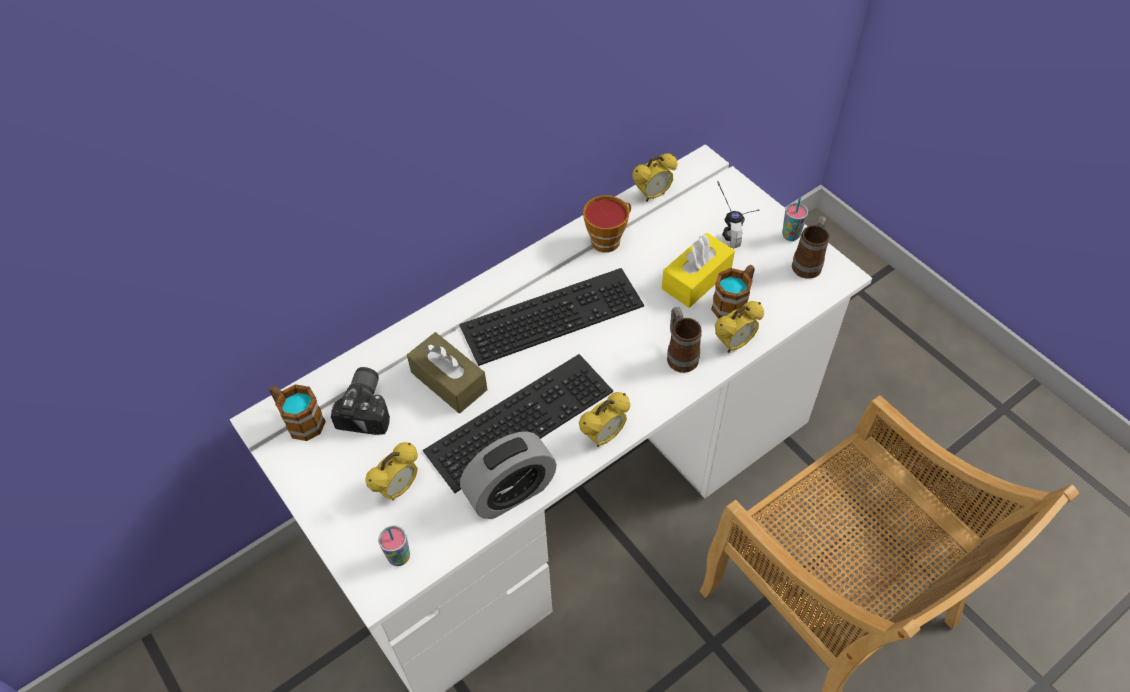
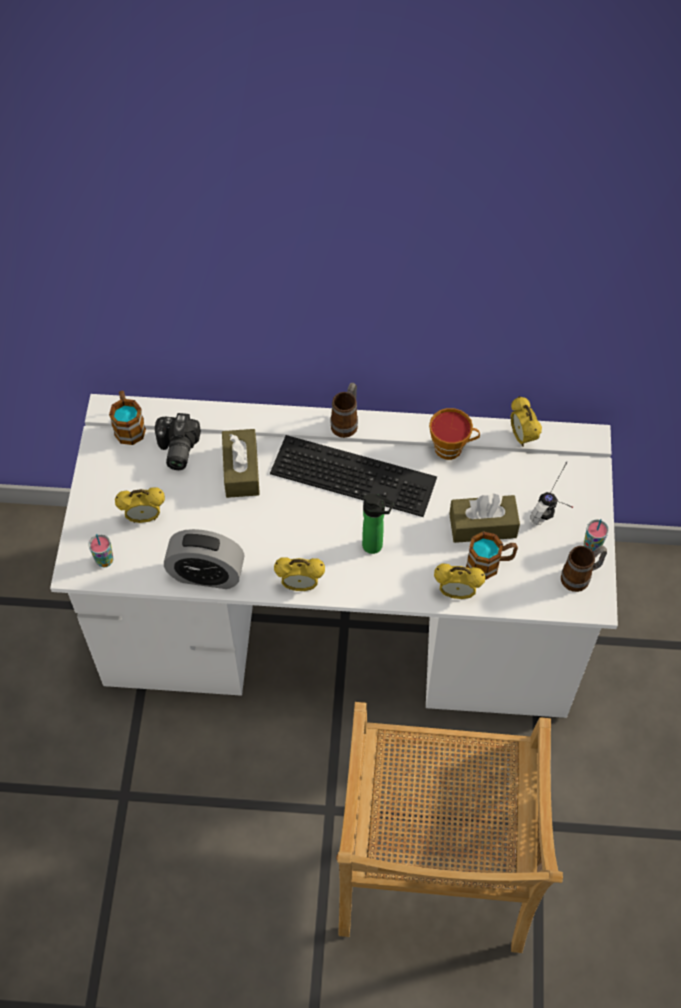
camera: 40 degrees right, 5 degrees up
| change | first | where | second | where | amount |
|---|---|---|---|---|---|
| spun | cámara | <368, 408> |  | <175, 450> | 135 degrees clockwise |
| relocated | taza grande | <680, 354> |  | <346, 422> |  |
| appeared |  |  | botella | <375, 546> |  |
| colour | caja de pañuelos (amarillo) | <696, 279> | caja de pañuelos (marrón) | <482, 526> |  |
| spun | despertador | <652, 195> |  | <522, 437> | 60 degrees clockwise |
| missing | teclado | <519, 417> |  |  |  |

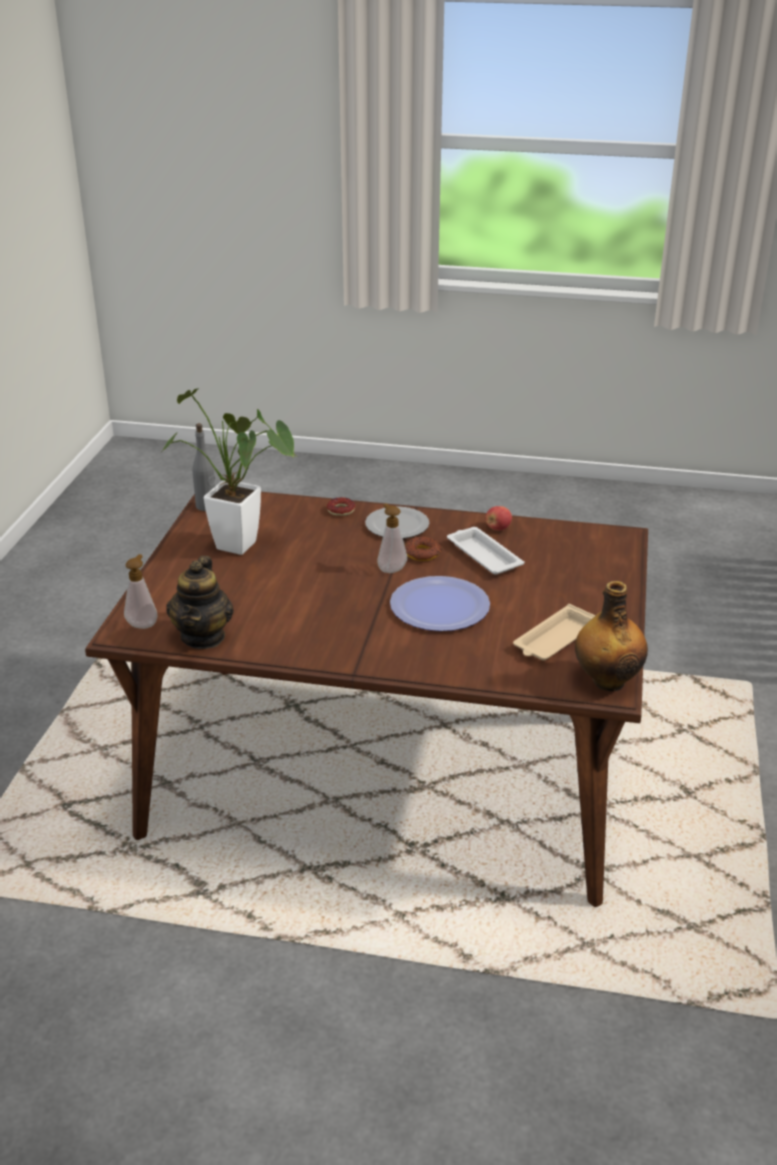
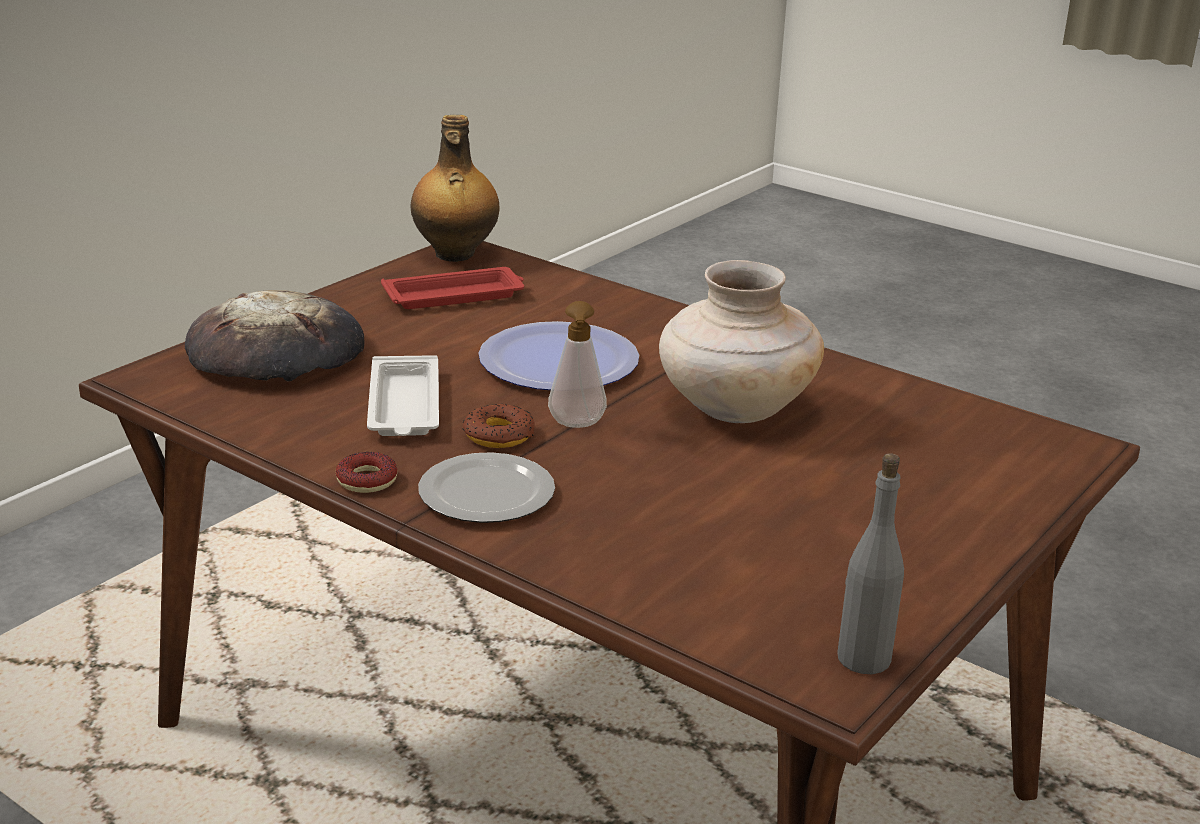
camera: 155 degrees left, 5 degrees down
| change | first | where | second | where | amount |
|---|---|---|---|---|---|
| appeared |  |  | pan | <277, 353> |  |
| relocated | rosquilla | <341, 510> |  | <367, 480> |  |
| colour | bandeja (beis) | <555, 639> | bandeja (rojo) | <456, 296> |  |
| appeared |  |  | florero (beis) | <734, 409> |  |
| missing | dispensador de jabón | <143, 624> |  |  |  |
| missing | planta en maceta | <244, 548> |  |  |  |
| missing | tetera | <203, 636> |  |  |  |
| missing | manzana | <498, 528> |  |  |  |

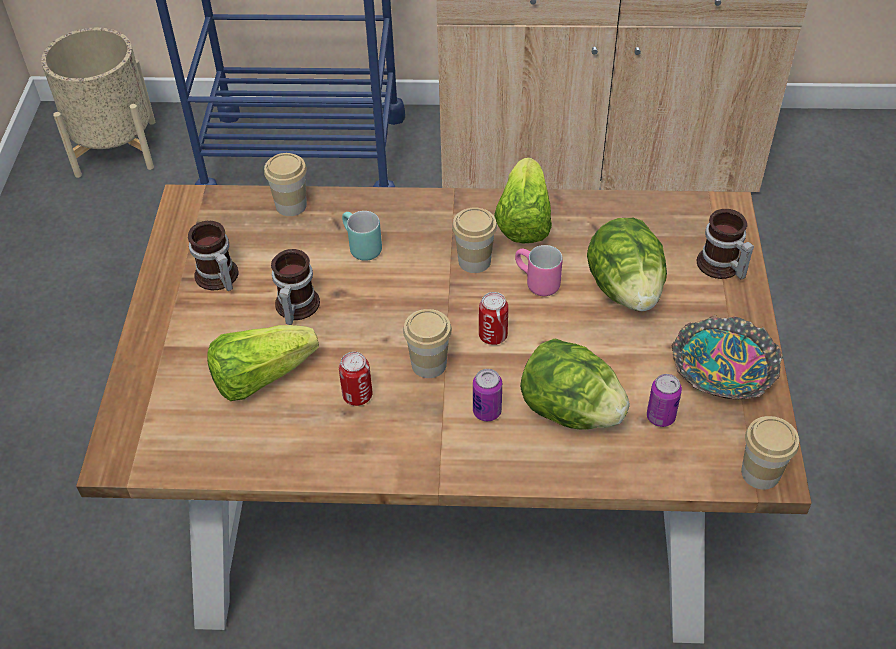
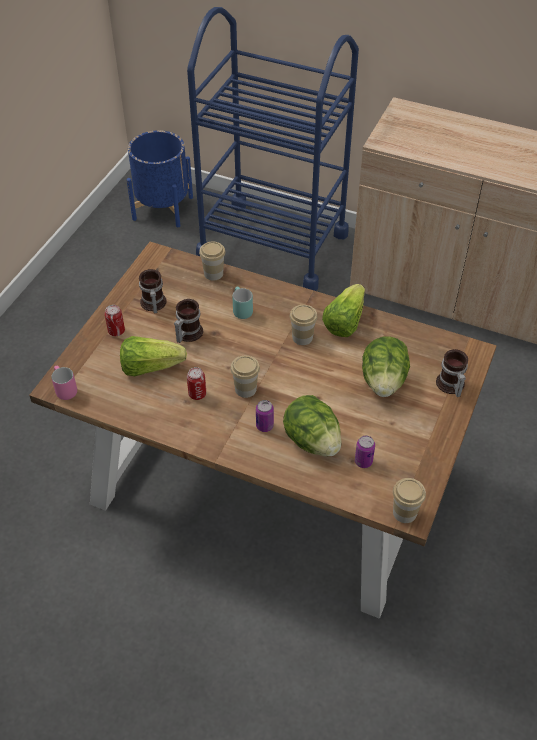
camera: 20 degrees right, 0 degrees up
| change | first | where | second | where | amount |
|---|---|---|---|---|---|
| relocated | taza grande (rosa) | <535, 283> |  | <63, 390> |  |
| relocated | lata | <493, 335> |  | <116, 331> |  |
| colour | maceta (beis) | <116, 148> | maceta (azul) | <163, 208> |  |
| missing | cuenco | <723, 366> |  |  |  |

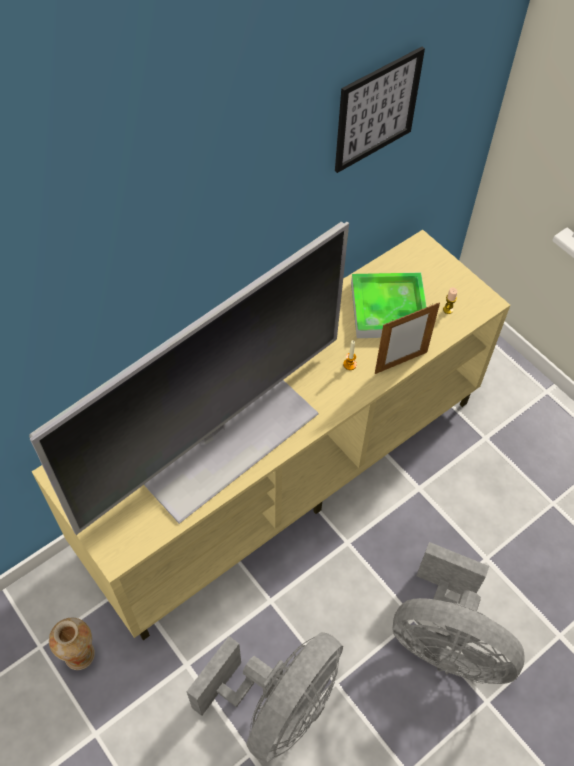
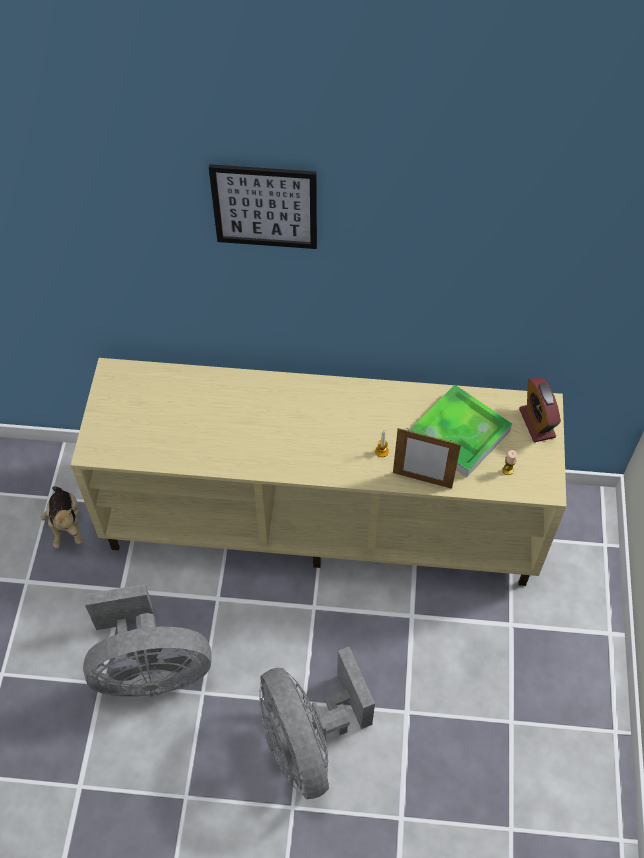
camera: 45 degrees right, 0 degrees up
| change | first | where | second | where | amount |
|---|---|---|---|---|---|
| exchanged | florero | <80, 654> | peluche | <66, 524> |  |
| relocated | cuadro | <377, 110> |  | <265, 206> |  |
| appeared |  |  | despertador | <537, 423> |  |
| missing | televisor | <229, 445> |  |  |  |

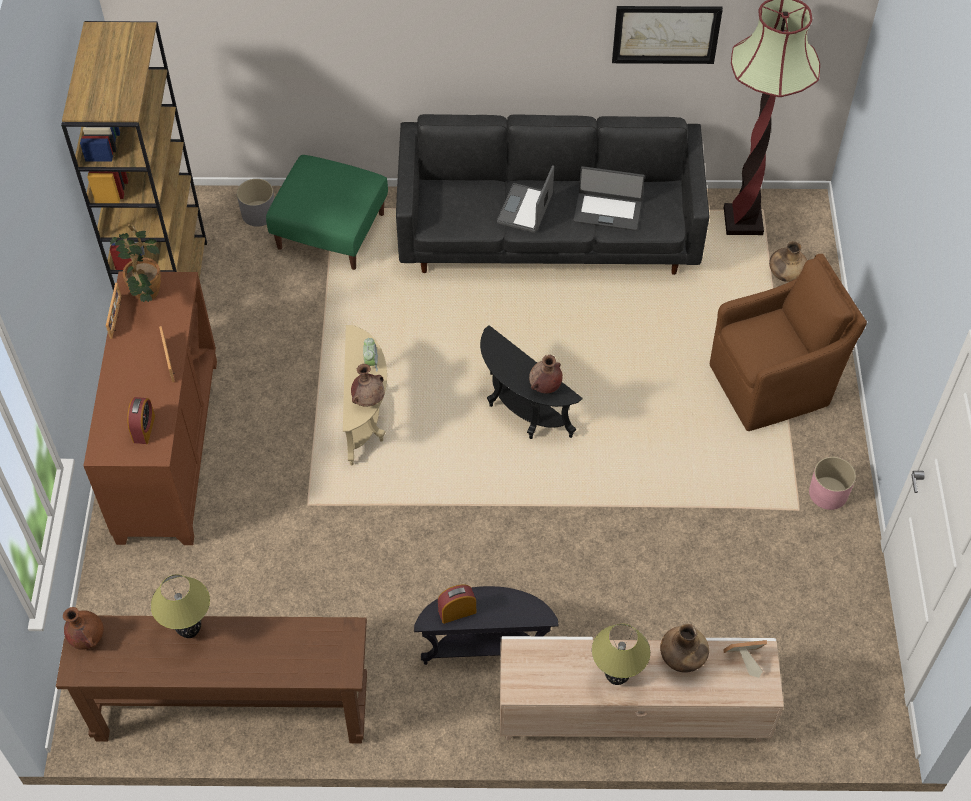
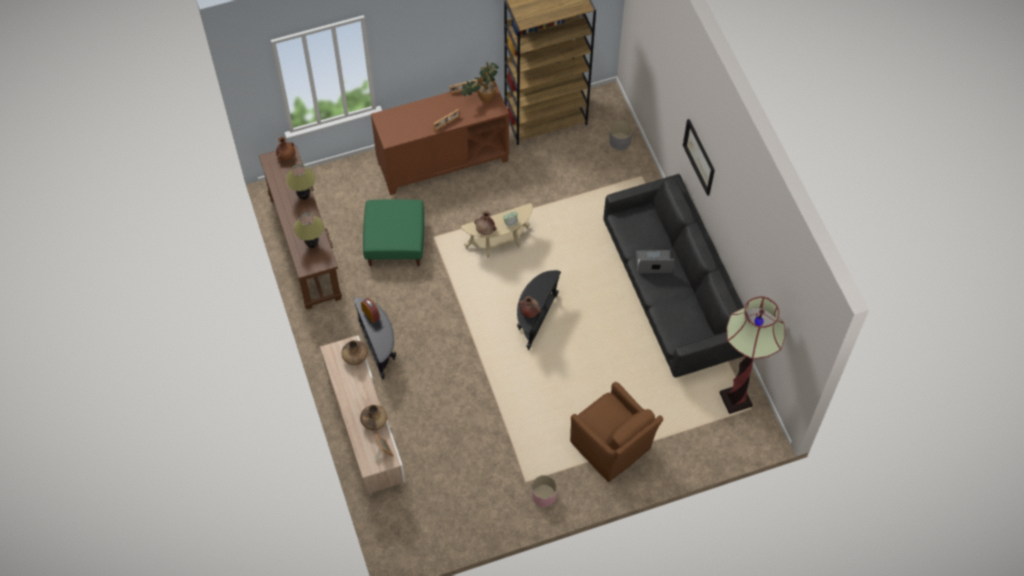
camera: 70 degrees right, 5 degrees up
| change | first | where | second | where | amount |
|---|---|---|---|---|---|
| relocated | lámpara de mesa | <616, 678> |  | <312, 244> |  |
| relocated | florero (marrón) | <785, 274> |  | <355, 357> |  |
| relocated | puf (verde) | <330, 231> |  | <395, 242> |  |
| relocated | cuadro | <666, 33> |  | <699, 157> |  |
| missing | despertador | <144, 429> |  |  |  |
| missing | portátil | <607, 211> |  |  |  |

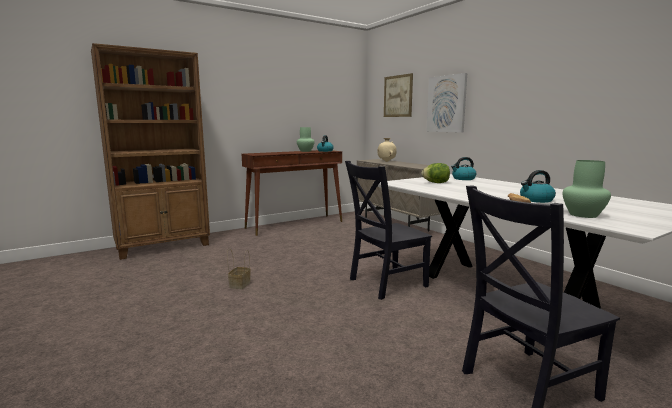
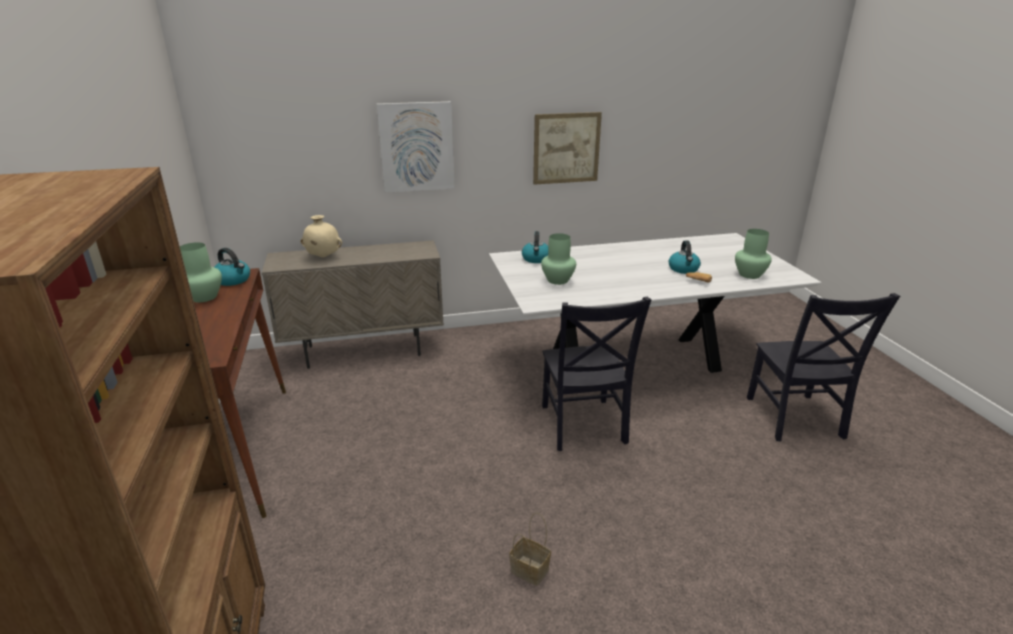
camera: 70 degrees left, 15 degrees up
| change | first | where | second | where | amount |
|---|---|---|---|---|---|
| relocated | cuadro | <398, 96> |  | <566, 148> |  |
| exchanged | lechuga | <436, 183> | florero (verde) | <558, 280> |  |

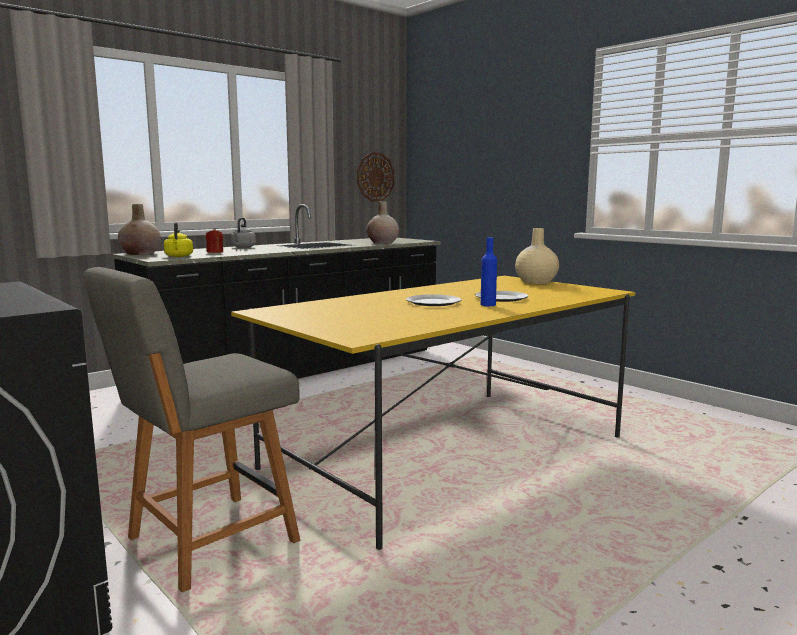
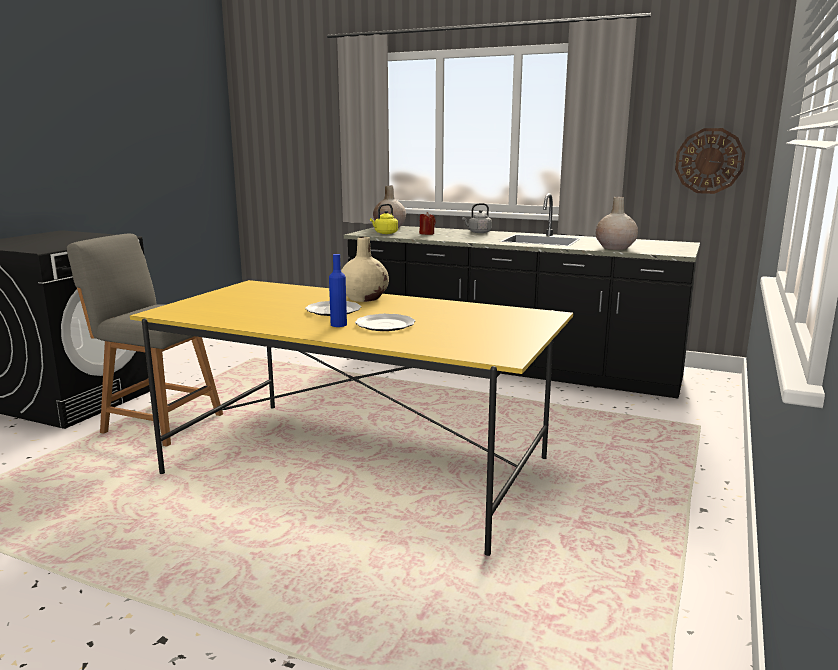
camera: 65 degrees right, 5 degrees up
| change | first | where | second | where | amount |
|---|---|---|---|---|---|
| relocated | florero (beis) | <536, 282> |  | <364, 298> |  |

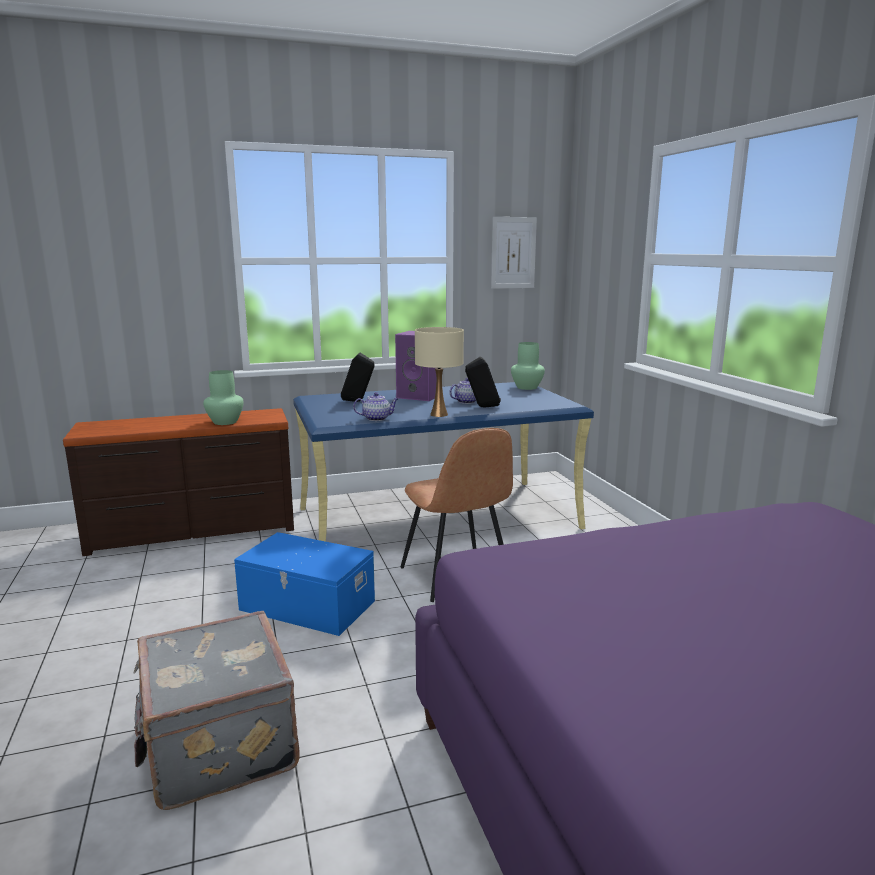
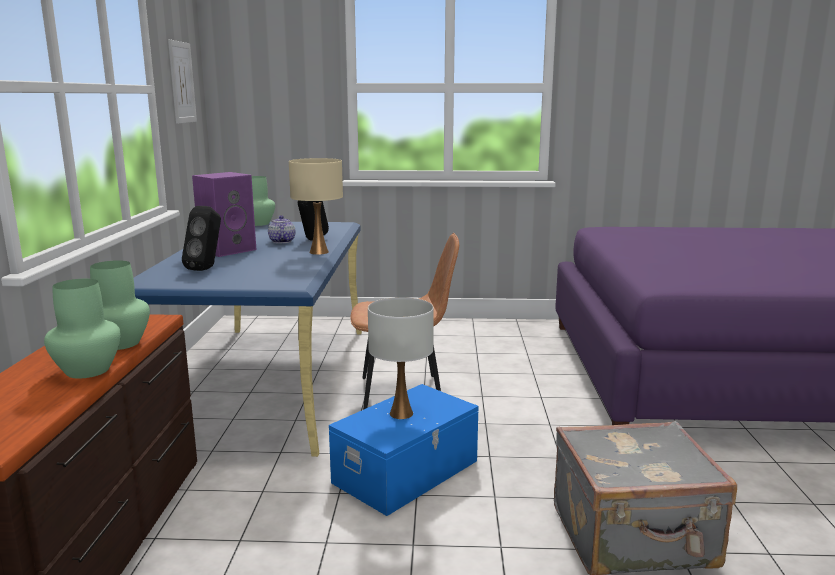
camera: 70 degrees left, 0 degrees up
| change | first | where | second | where | amount |
|---|---|---|---|---|---|
| appeared |  |  | florero (verde) | <88, 371> |  |
| appeared |  |  | lámpara de mesa (blanco) | <401, 413> |  |
| missing | tetera | <377, 418> |  |  |  |

